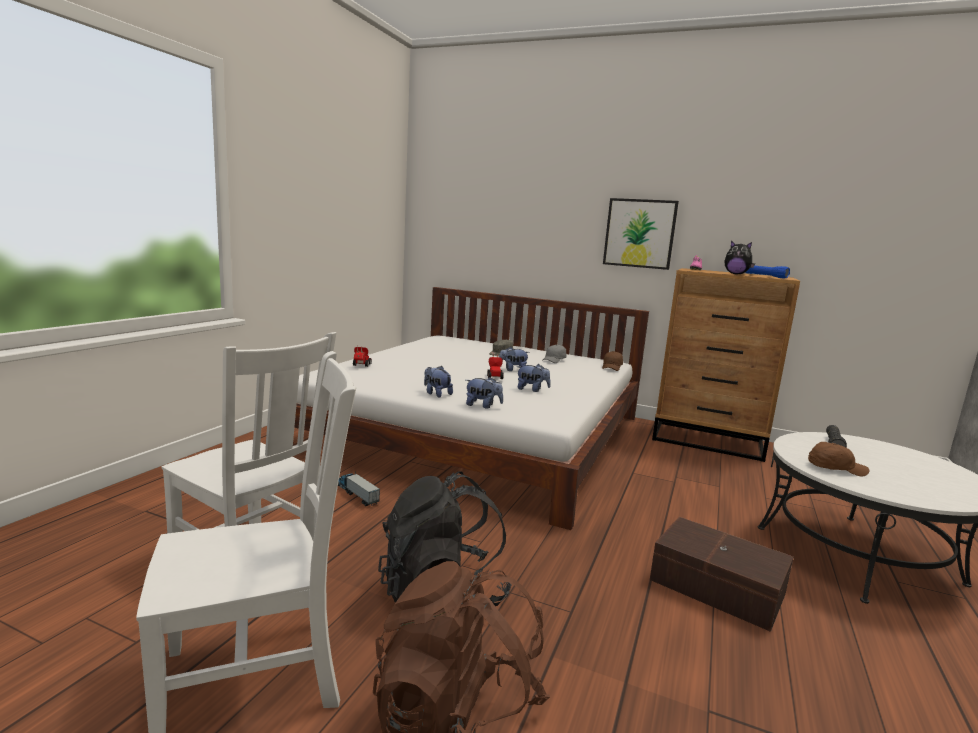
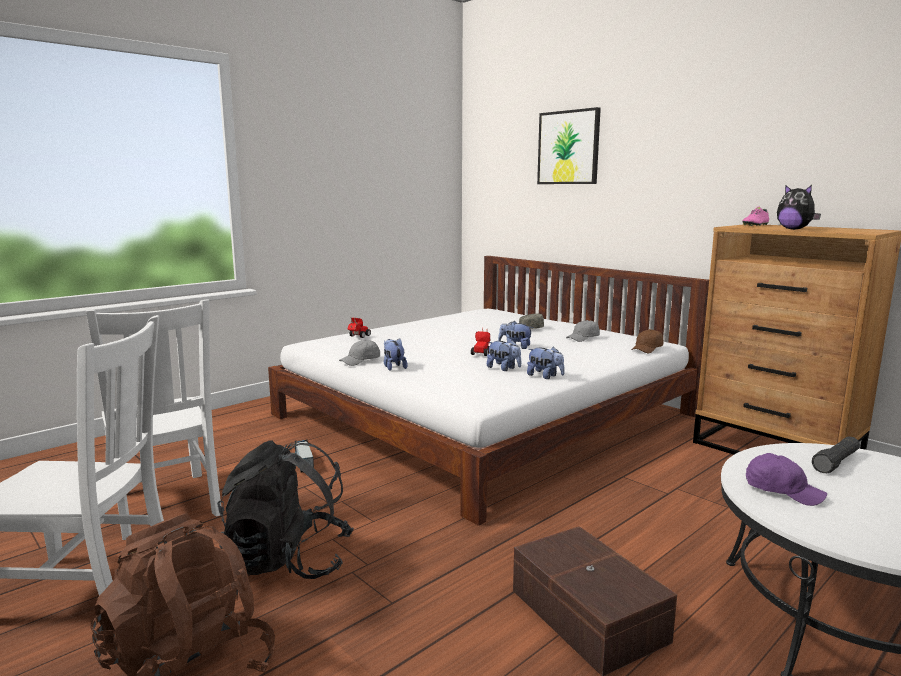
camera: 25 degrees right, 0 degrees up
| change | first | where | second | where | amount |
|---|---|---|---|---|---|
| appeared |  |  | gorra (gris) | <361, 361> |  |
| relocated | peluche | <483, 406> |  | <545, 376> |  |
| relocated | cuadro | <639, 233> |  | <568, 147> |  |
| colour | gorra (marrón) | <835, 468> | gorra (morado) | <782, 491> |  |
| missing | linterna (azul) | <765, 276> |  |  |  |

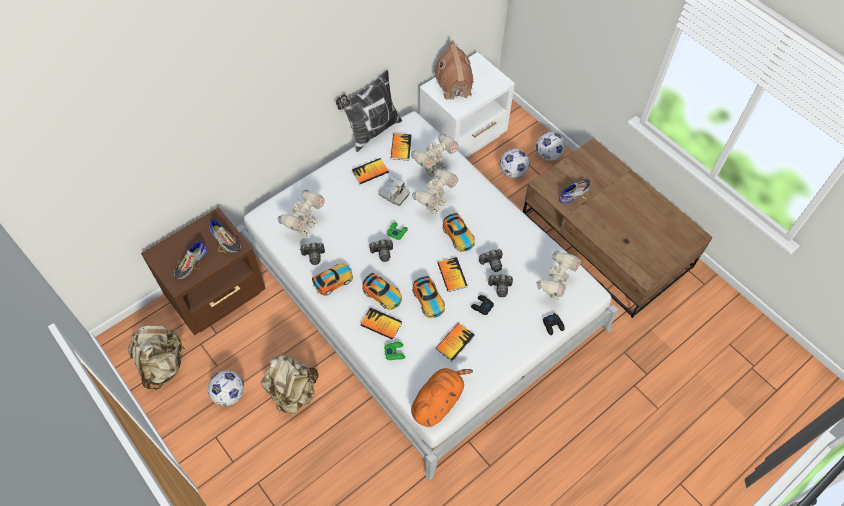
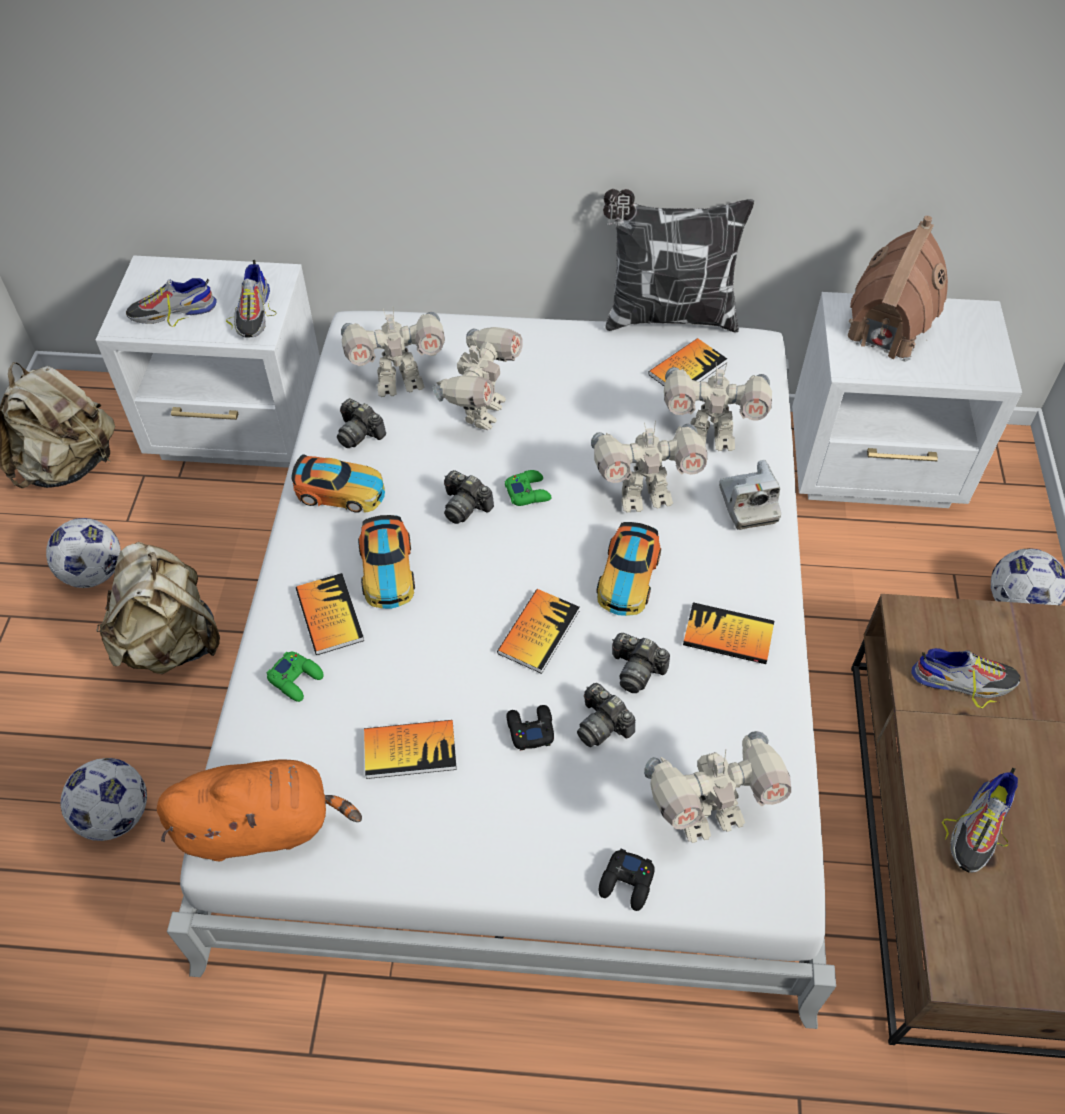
camera: 45 degrees right, 5 degrees down
| change | first | where | second | where | amount |
|---|---|---|---|---|---|
| relocated | balón de fútbol | <512, 172> |  | <115, 815> |  |
| colour | mesita de noche (marrón) | <218, 295> | mesita de noche (blanco) | <241, 429> |  |
| appeared |  |  | robot de juguete | <481, 412> |  |
| relocated | libro | <370, 172> |  | <728, 635> |  |
| relocated | cámara | <394, 195> |  | <747, 504> |  |
| appeared |  |  | zapato | <980, 828> |  |
| missing | coche de juguete | <428, 300> |  |  |  |

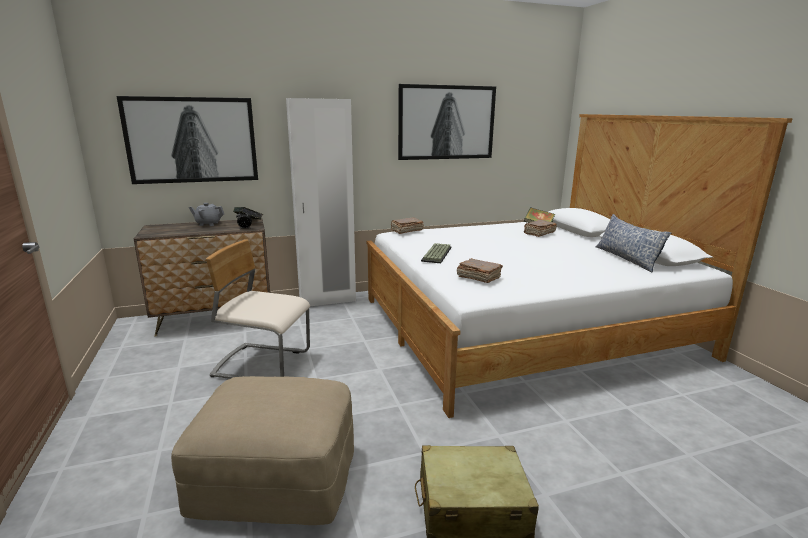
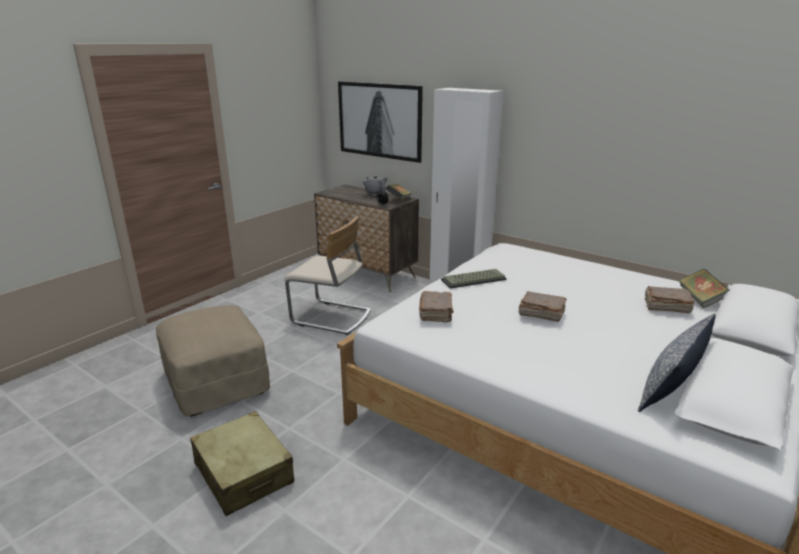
camera: 55 degrees right, 5 degrees up
| change | first | where | second | where | amount |
|---|---|---|---|---|---|
| spun | silla (beis) | <262, 364> |  | <331, 317> | 135 degrees clockwise |
| relocated | libro (marrón) | <406, 231> |  | <540, 314> |  |
| missing | cuadro | <447, 122> |  |  |  |

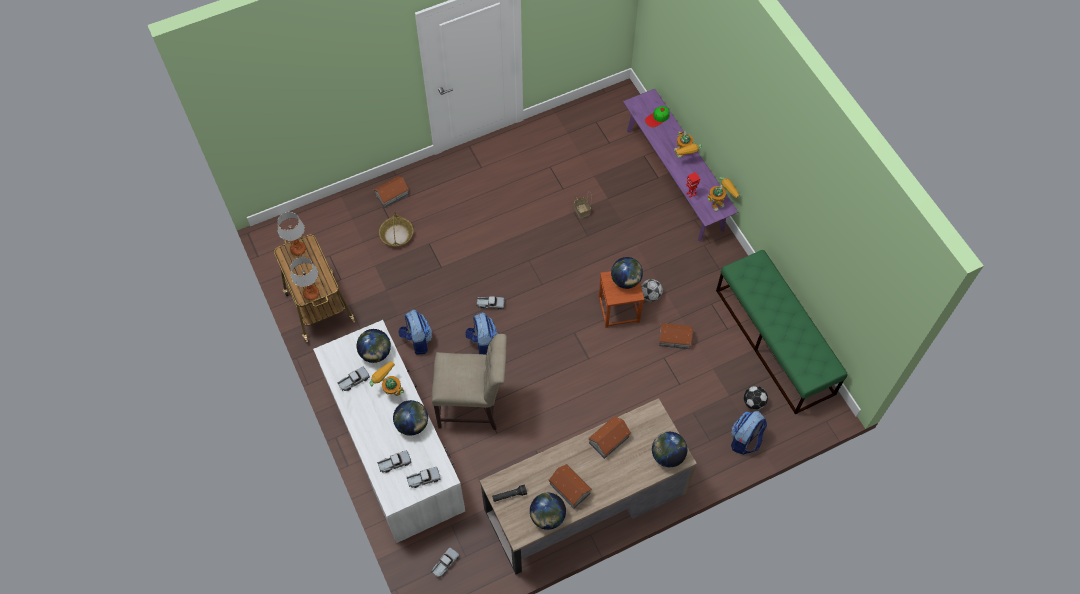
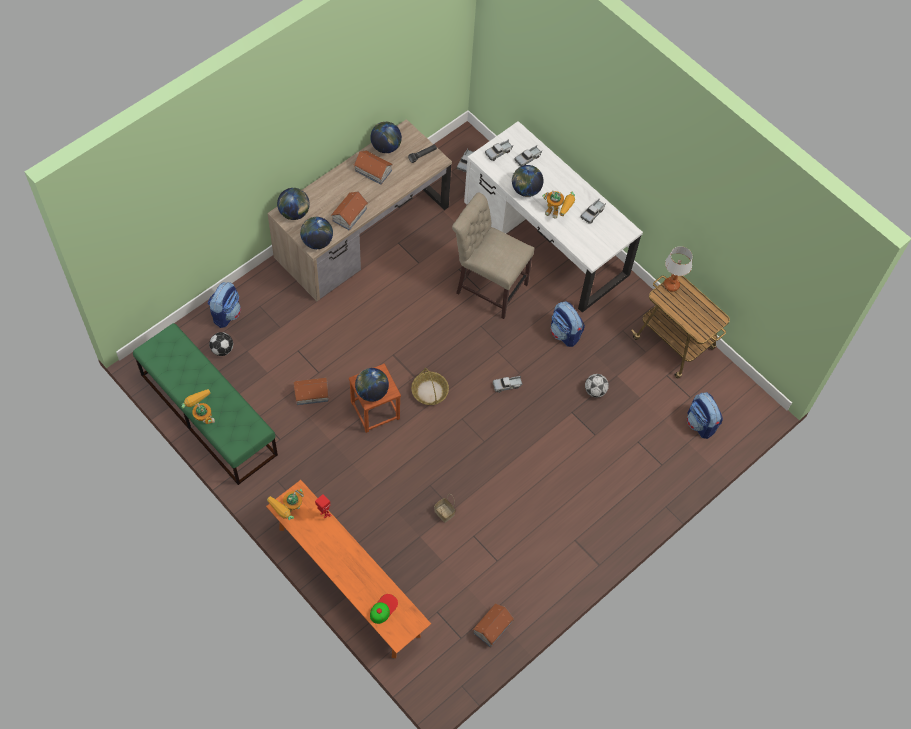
camera: 160 degrees right, 0 degrees up
| change | first | where | second | where | amount |
|---|---|---|---|---|---|
| relocated | robot de juguete | <684, 156> |  | <202, 416> |  |
| colour | banco (morado) | <674, 179> | banco (naranja) | <348, 581> |  |
| relocated | globo terráqueo | <375, 353> |  | <317, 242> |  |
| relocated | cesta | <397, 235> |  | <429, 391> |  |
| spun | silla (beis) | <473, 406> |  | <488, 286> | 45 degrees clockwise |
| relocated | casita | <392, 194> |  | <492, 627> |  |
| relocated | balón de fútbol | <650, 295> |  | <595, 391> |  |
| relocated | mochila | <483, 343> |  | <701, 424> |  |
| missing | lámpara de mesa | <298, 249> |  |  |  |

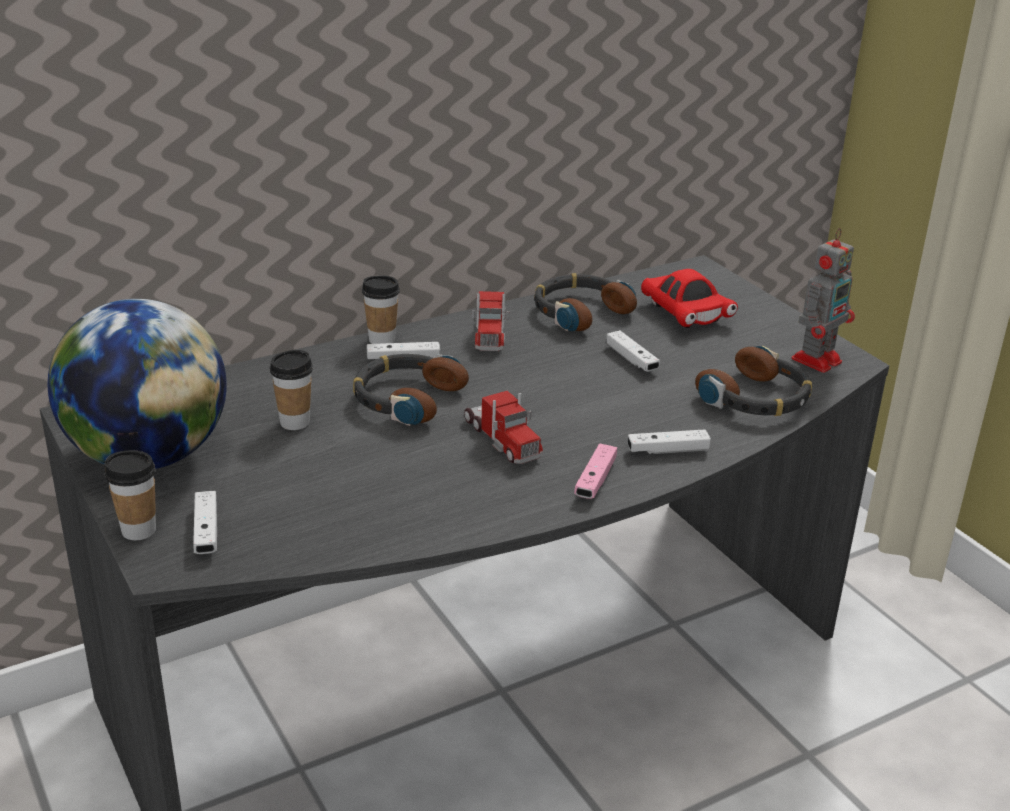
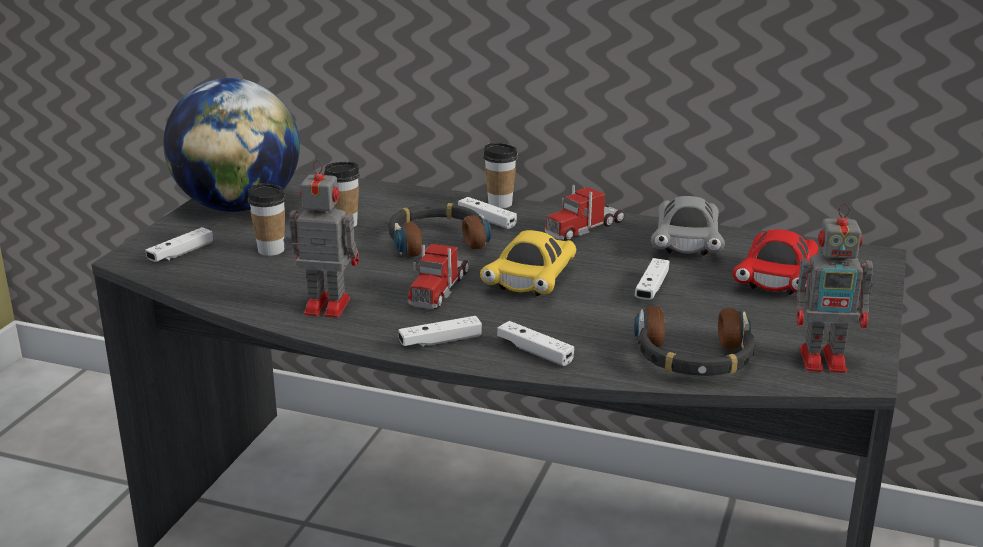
camera: 50 degrees right, 5 degrees down
| change | first | where | second | where | amount |
|---|---|---|---|---|---|
| relocated | taza | <139, 530> |  | <271, 250> |  |
| appeared |  |  | robot de juguete | <324, 306> |  |
| colour | mando de consola (rosa) | <595, 480> | mando de consola (blanco) | <440, 341> |  |
| appeared |  |  | coche de juguete (amarillo) | <531, 280> |  |
| exchanged | auriculares | <579, 311> | coche de juguete (gris) | <686, 243> |  |

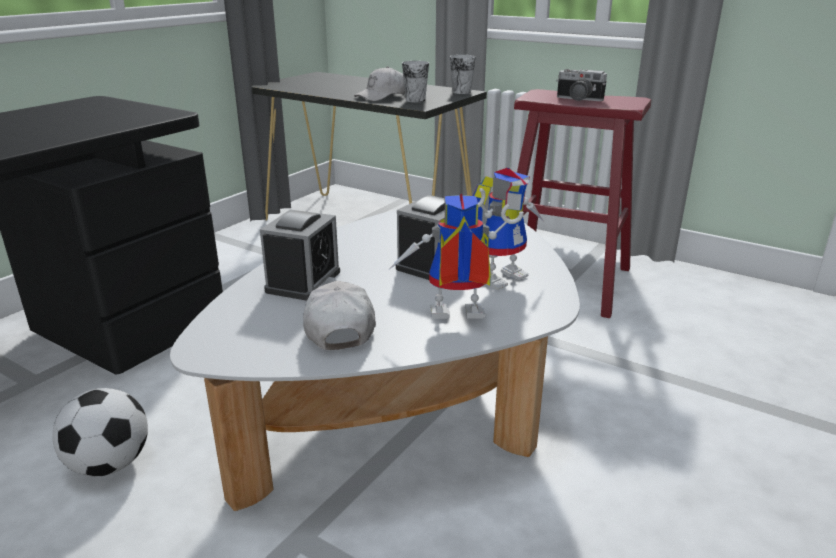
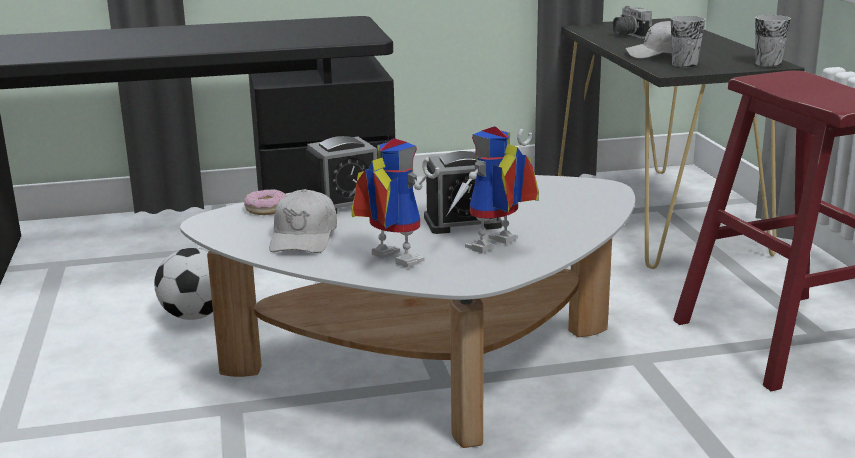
camera: 45 degrees right, 5 degrees down
| change | first | where | second | where | amount |
|---|---|---|---|---|---|
| appeared |  |  | rosquilla | <267, 209> |  |
| spun | gorra (blanco) | <339, 327> |  | <304, 238> | 150 degrees clockwise |
| spun | robot de juguete | <500, 275> |  | <494, 247> | 135 degrees clockwise |
| relocated | cámara | <577, 100> |  | <628, 35> |  |

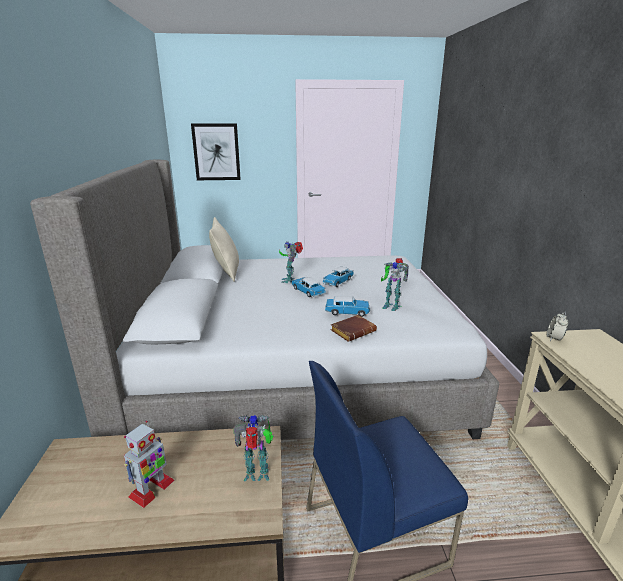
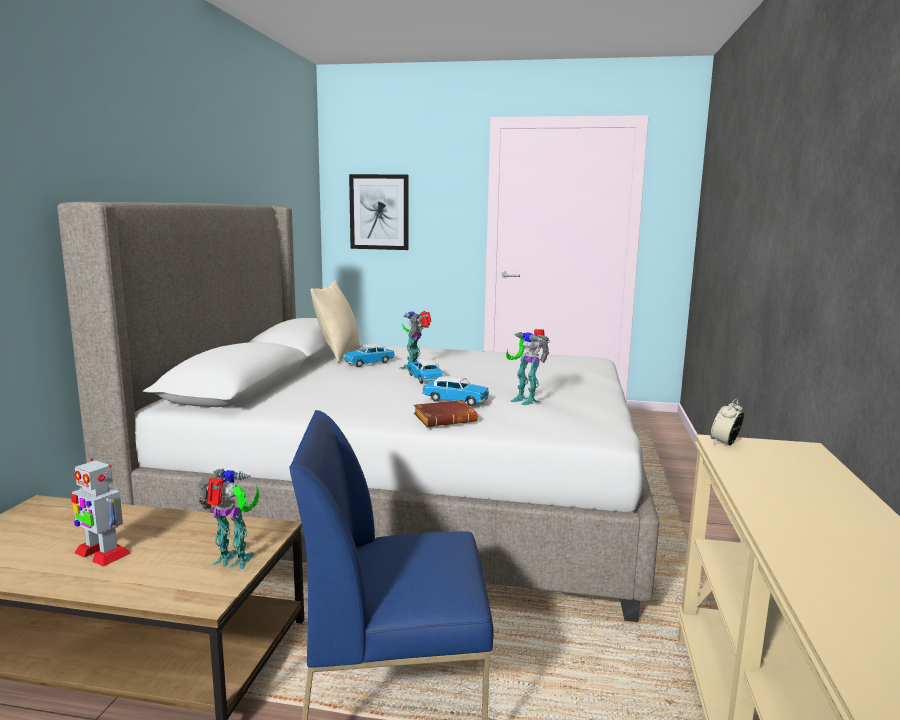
camera: 15 degrees right, 10 degrees down
| change | first | where | second | where | amount |
|---|---|---|---|---|---|
| spun | robot de juguete | <151, 489> |  | <102, 553> | 75 degrees clockwise |
| relocated | coche de juguete | <338, 282> |  | <368, 363> |  |

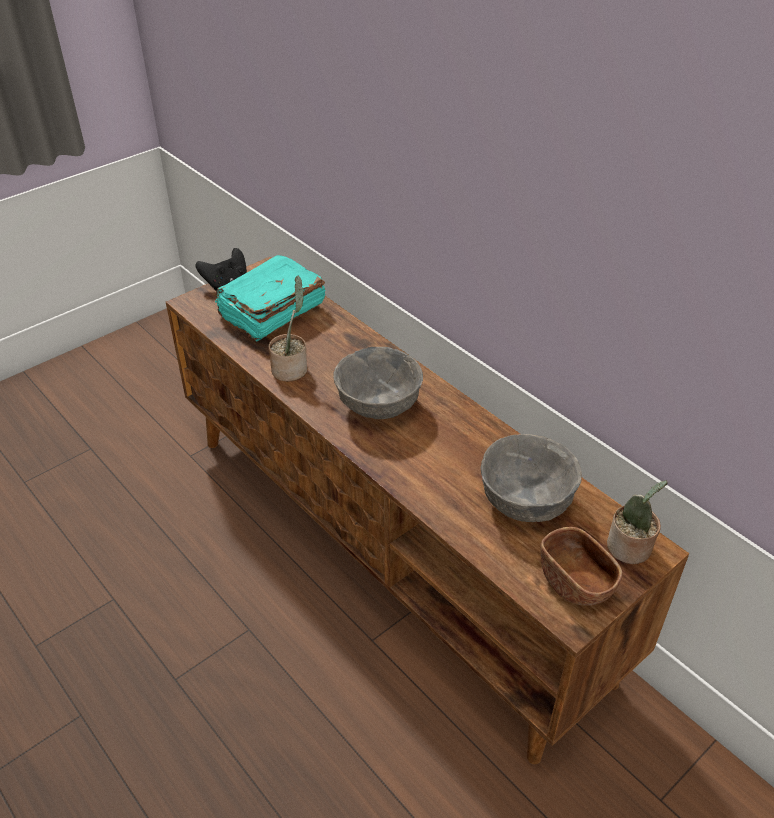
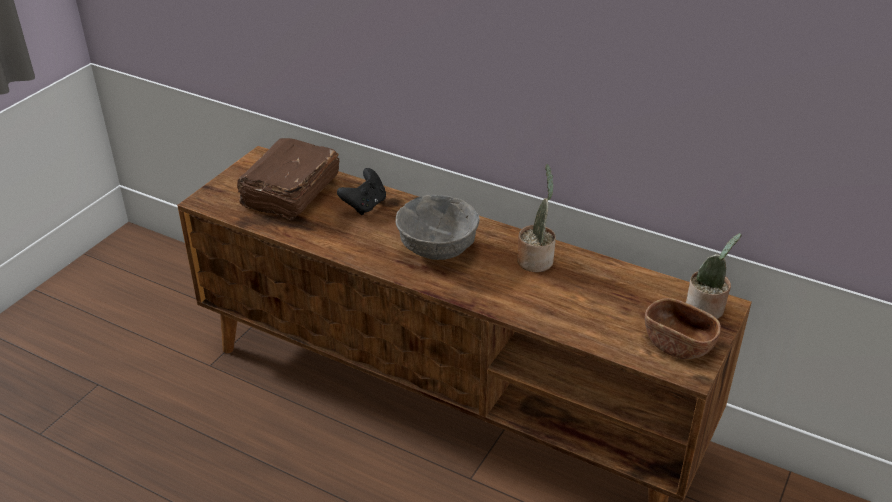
camera: 20 degrees left, 5 degrees down
| change | first | where | second | where | amount |
|---|---|---|---|---|---|
| colour | libro (turquesa) | <271, 312> | libro (marrón) | <289, 193> |  |
| relocated | mando de consola (negro) | <226, 283> |  | <365, 205> |  |
| relocated | planta en maceta | <291, 368> |  | <536, 259> |  |
| missing | cuenco (gris) | <527, 501> |  |  |  |

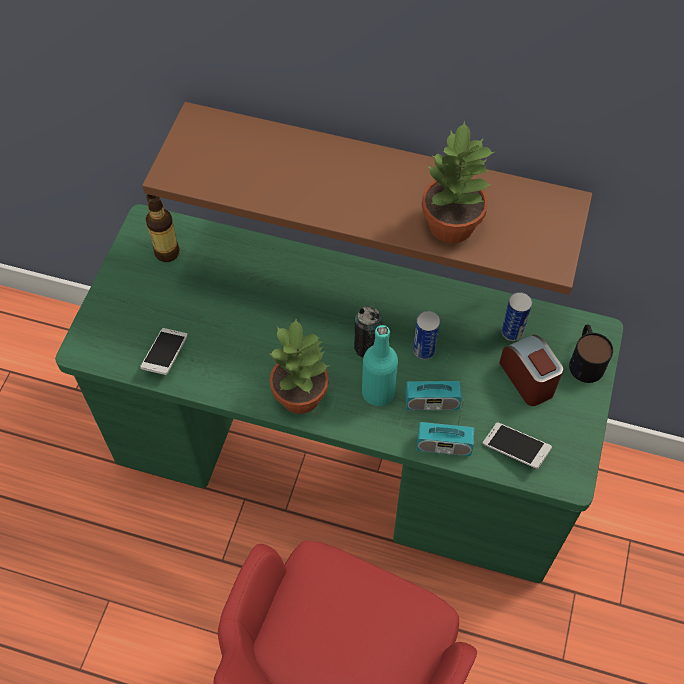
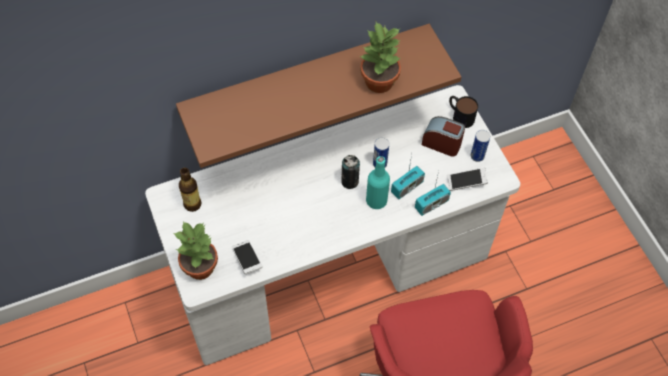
camera: 40 degrees left, 0 degrees up
| change | first | where | second | where | amount |
|---|---|---|---|---|---|
| colour | escritorio (verde) | <342, 459> | escritorio (blanco) | <331, 269> |  |
| relocated | planta en maceta | <301, 395> |  | <200, 266> |  |
| relocated | lata | <512, 332> |  | <477, 156> |  |

